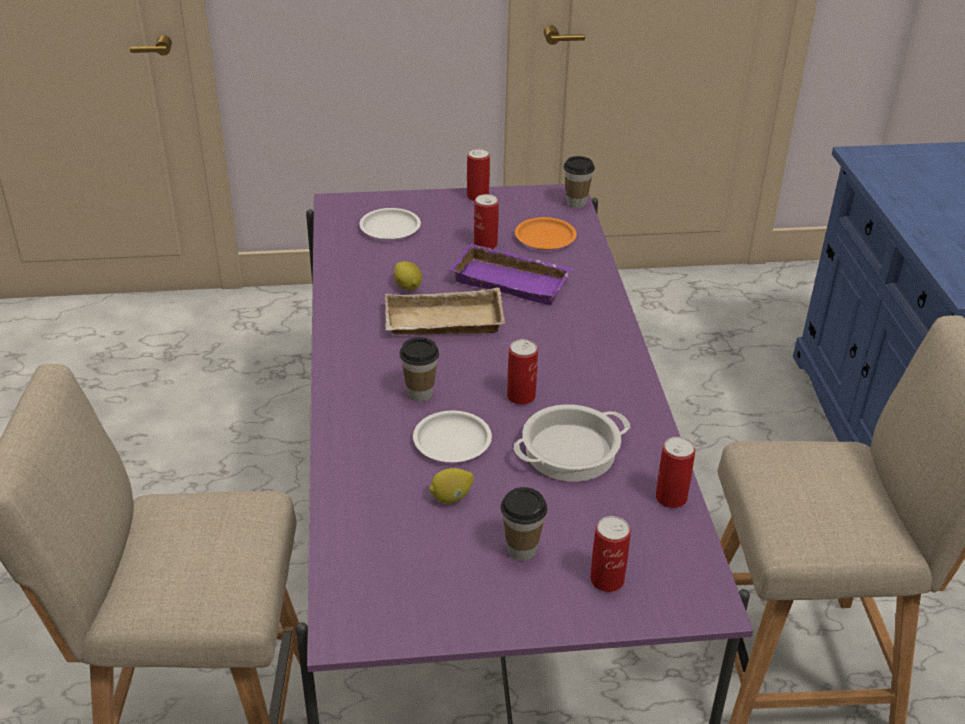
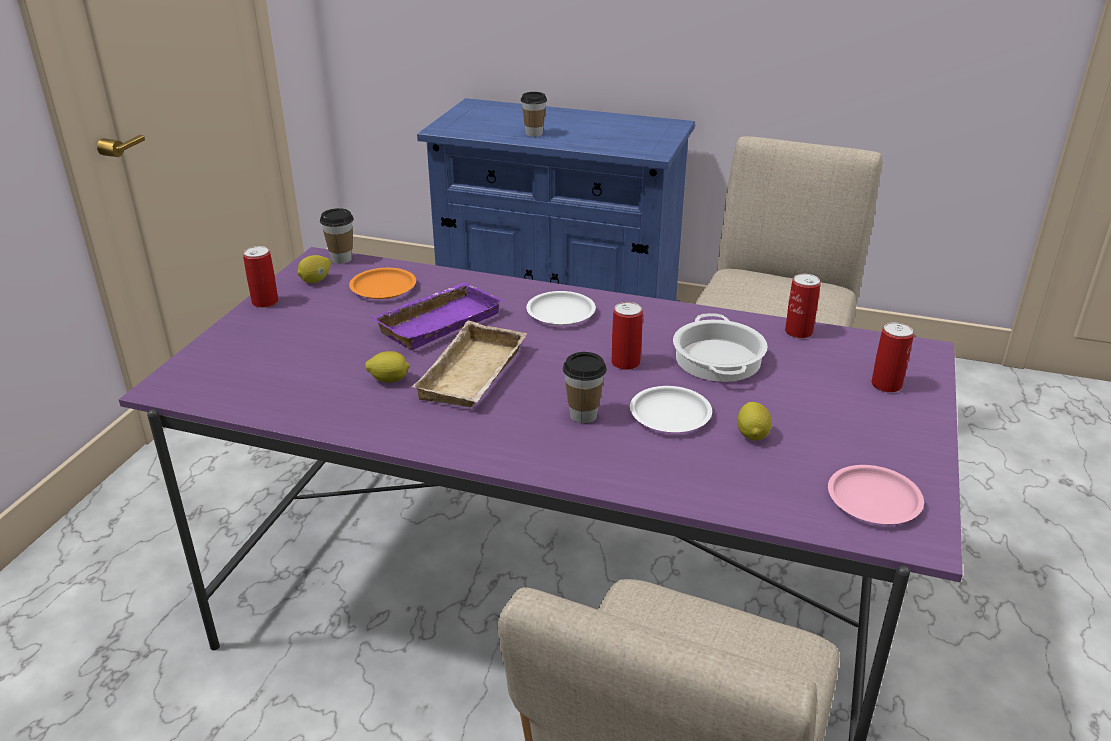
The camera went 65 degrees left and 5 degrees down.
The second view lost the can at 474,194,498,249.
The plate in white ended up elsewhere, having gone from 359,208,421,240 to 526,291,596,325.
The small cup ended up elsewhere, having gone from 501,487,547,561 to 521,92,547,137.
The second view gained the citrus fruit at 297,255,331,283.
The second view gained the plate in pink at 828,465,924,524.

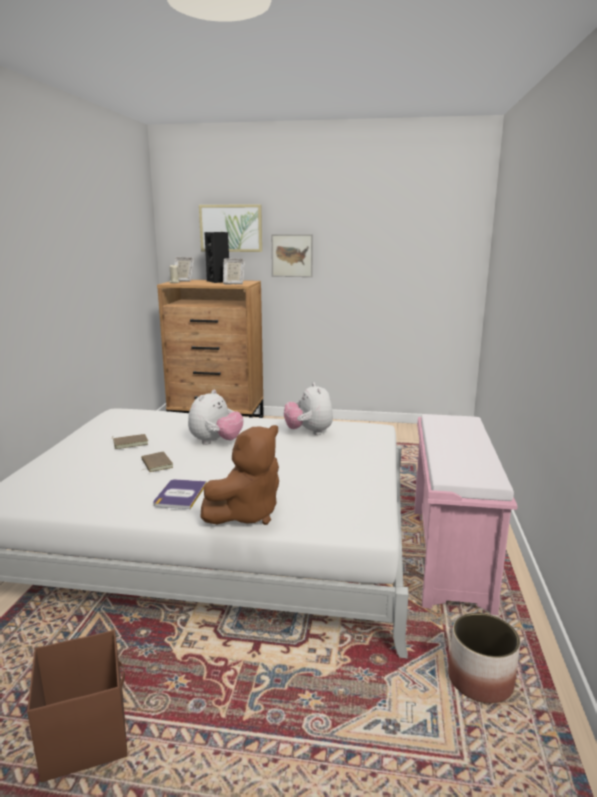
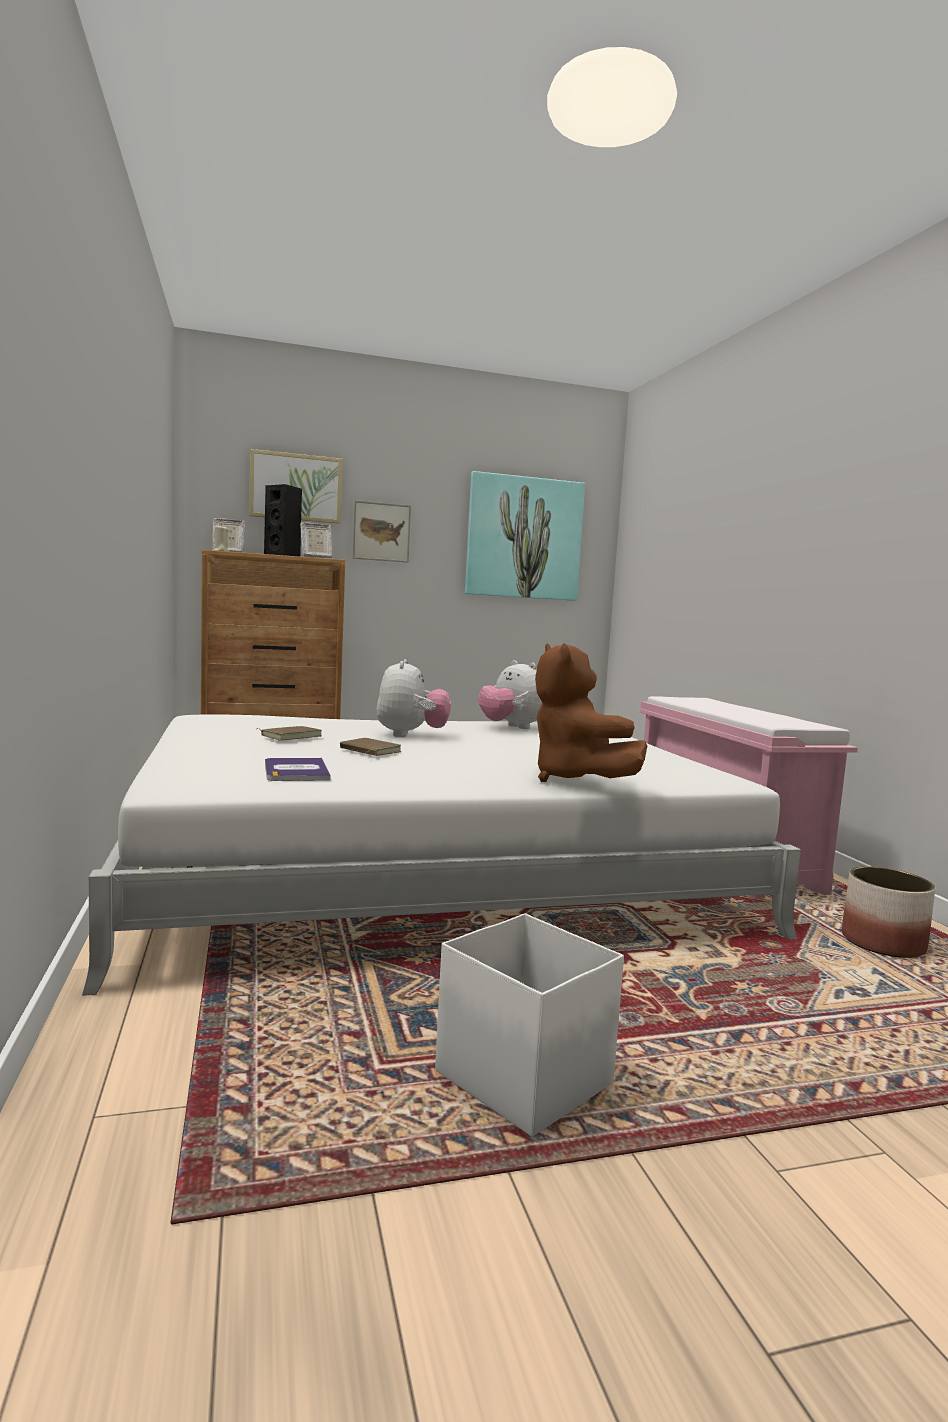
The camera went 25 degrees left and 10 degrees down.
The cuddly toy in brown at 200,425,279,525 ended up facing another way, 135 degrees clockwise from before.
The book ended up elsewhere, having gone from 153,479,207,509 to 265,758,331,781.
What was the storage bin in brown at 27,630,128,782 turned into the storage bin in white at 435,913,624,1137.
The second view gained the wall picture at 465,471,585,601.

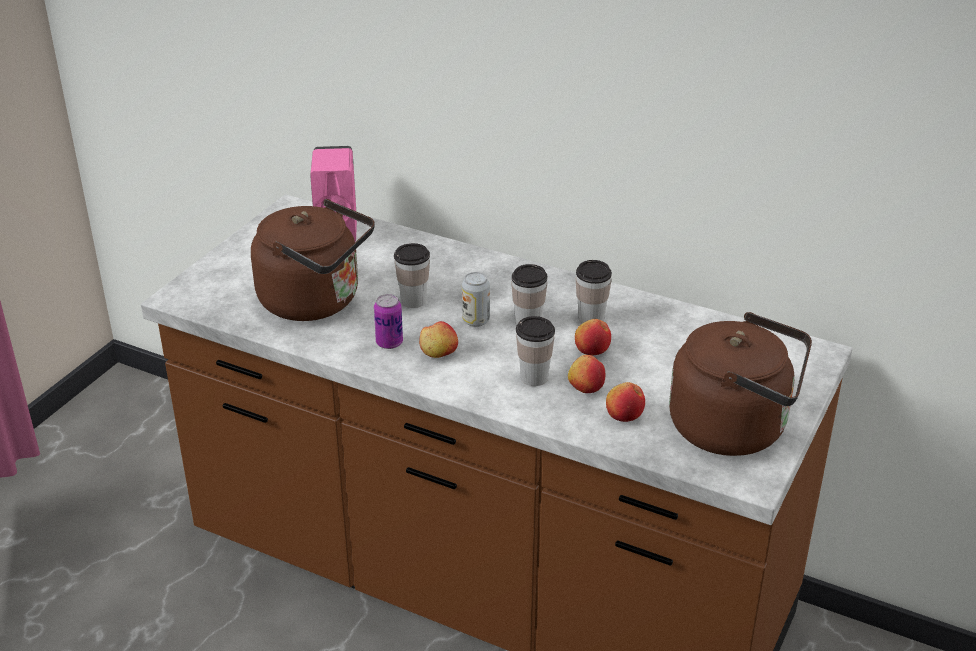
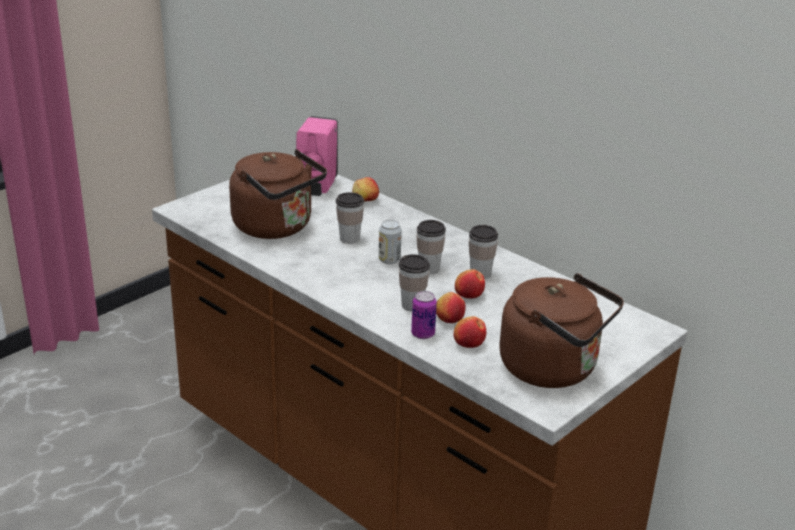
The camera went 15 degrees right and 5 degrees down.
The can ended up elsewhere, having gone from 374,294,403,349 to 411,291,437,339.
The apple fruit ended up elsewhere, having gone from 419,321,458,358 to 352,177,379,202.

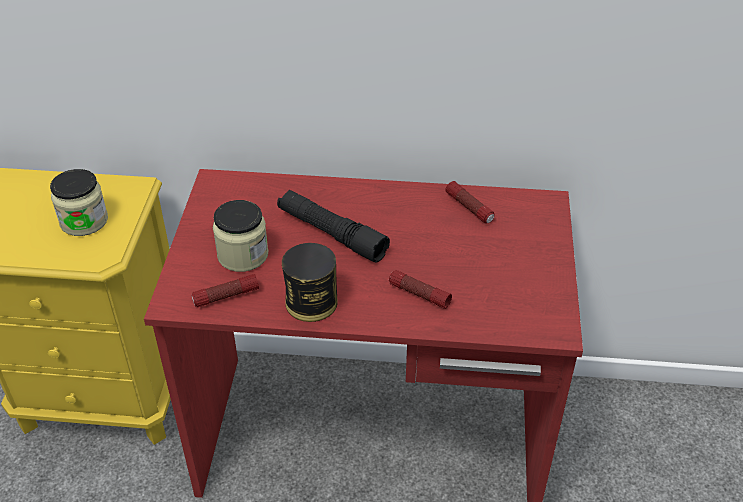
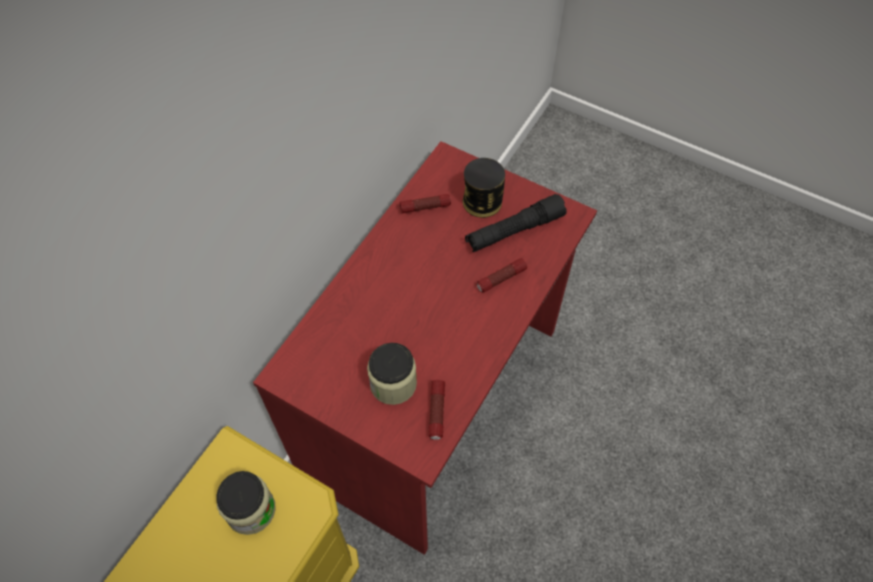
The camera went 65 degrees left and 15 degrees up.
The flashlight in black ended up elsewhere, having gone from 277,190,390,263 to 465,194,567,252.
The can ended up elsewhere, having gone from 282,243,338,322 to 463,158,505,218.

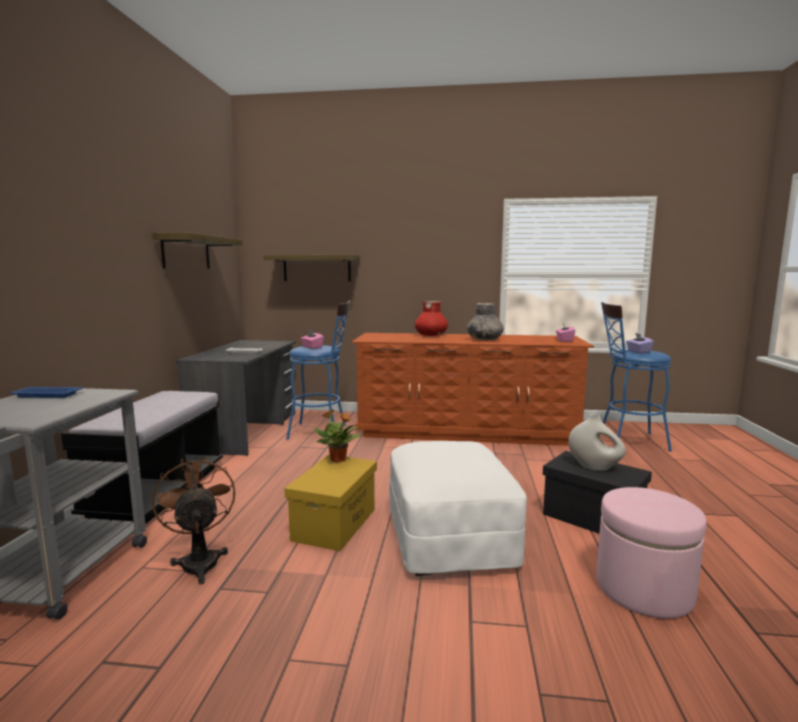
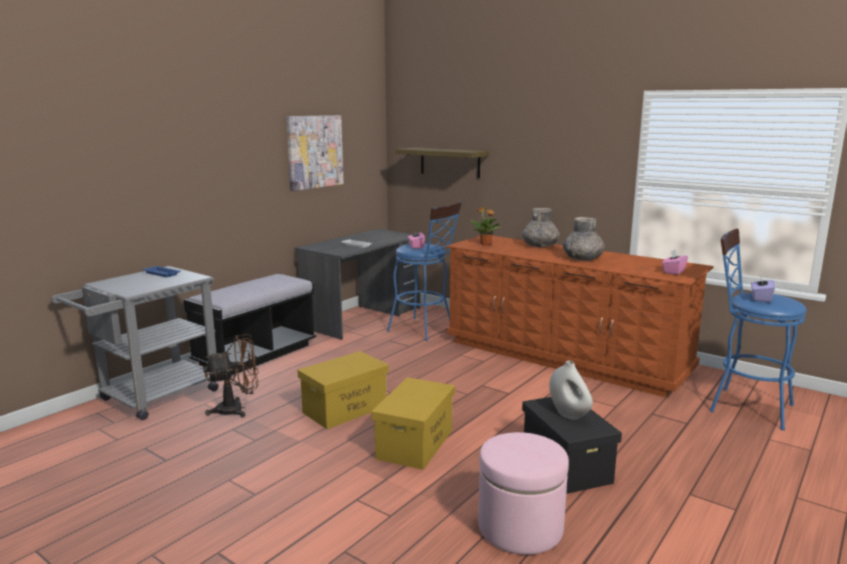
The camera went 30 degrees right and 5 degrees up.
Where the wall shelf hung at 152,233,243,269, the wall picture came to hang at 286,115,344,191.
What was the decorative vase in red at 415,301,448,336 turned into the decorative vase in greyish at 522,208,560,247.
The houseplant ended up elsewhere, having gone from 314,409,361,463 to 471,207,503,245.
Where the ottoman in white stood at 389,441,527,576, the storage bin in yellowish came to stand at 371,377,455,470.
The cooling fan in brown at 152,456,235,584 ended up facing another way, 60 degrees clockwise from before.

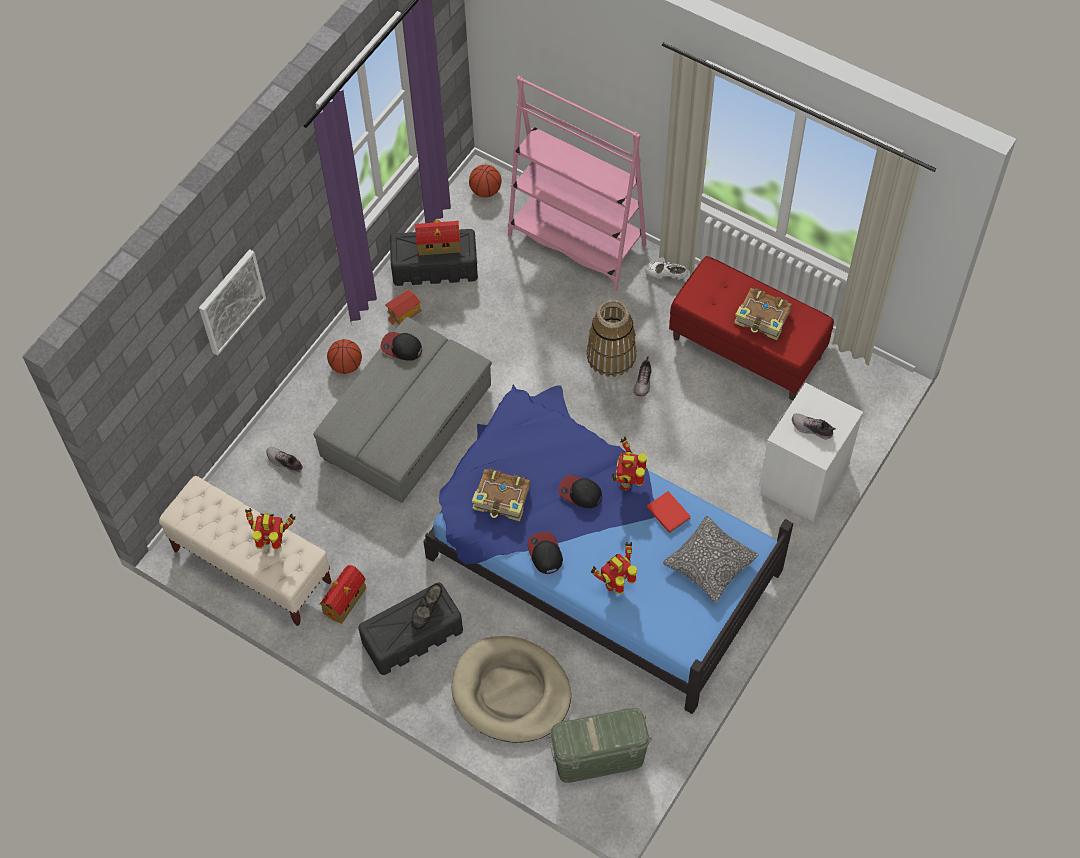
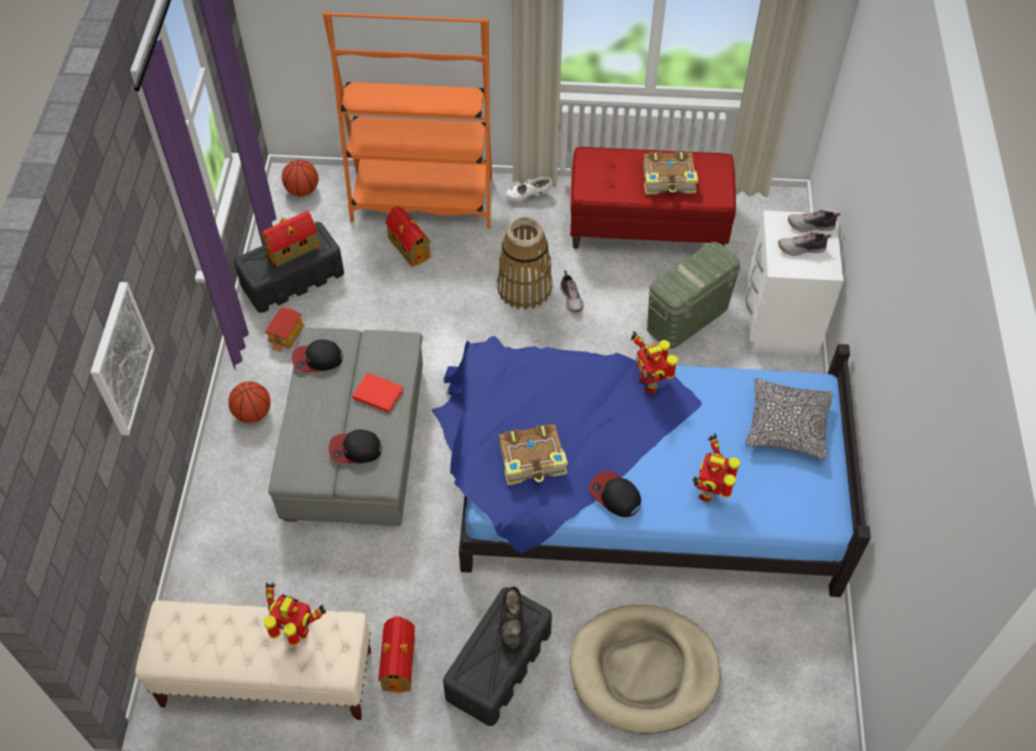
The camera went 30 degrees left and 5 degrees down.
What was the shelving unit in pink at 508,76,647,291 turned into the shelving unit in orange at 323,11,492,229.
The item of footwear ended up elsewhere, having gone from 266,447,303,474 to 788,210,841,232.
The cap ended up elsewhere, having gone from 558,475,602,508 to 329,430,382,463.
The book in red ended up elsewhere, having gone from 647,491,691,533 to 352,373,404,413.
The robot figure at 245,508,296,550 ended up facing another way, 45 degrees clockwise from before.
The storage bin in greenish ended up elsewhere, having gone from 548,708,652,783 to 647,242,740,349.
The second view gained the toy house at 385,206,431,267.

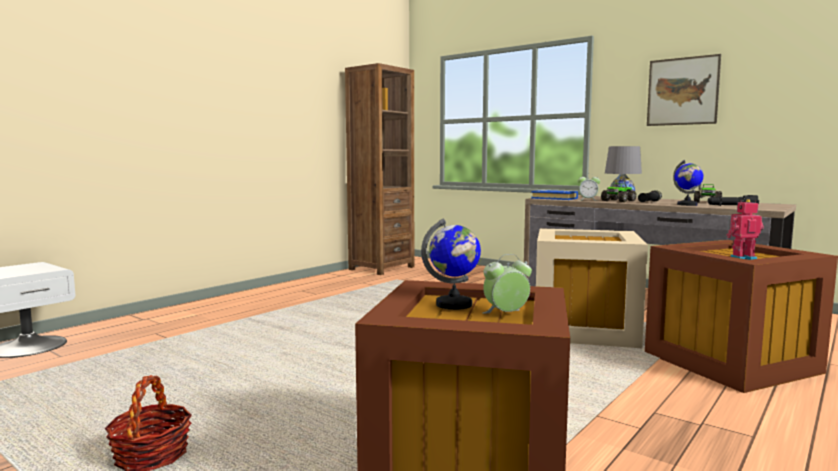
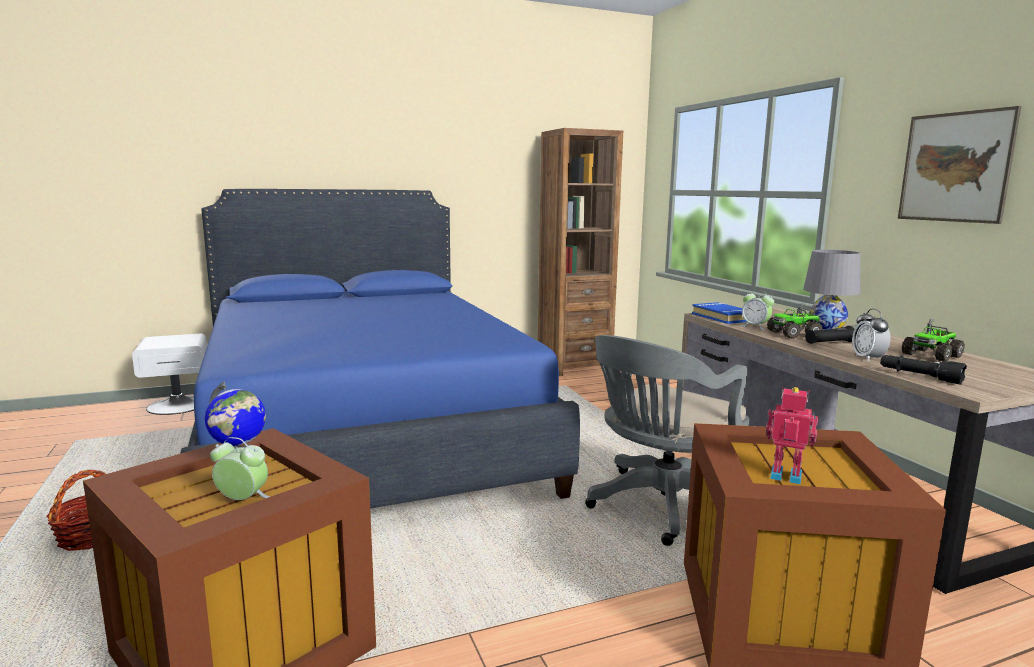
The camera went 30 degrees right and 5 degrees up.
Where the desk globe stood at 673,160,704,206, the bedside clock came to stand at 852,309,891,362.
Where the storage bin in beige stood at 536,228,648,348, the office chair in greyish came to stand at 585,335,749,546.
The second view gained the bedroom bed in blue-coloured at 180,189,580,508.

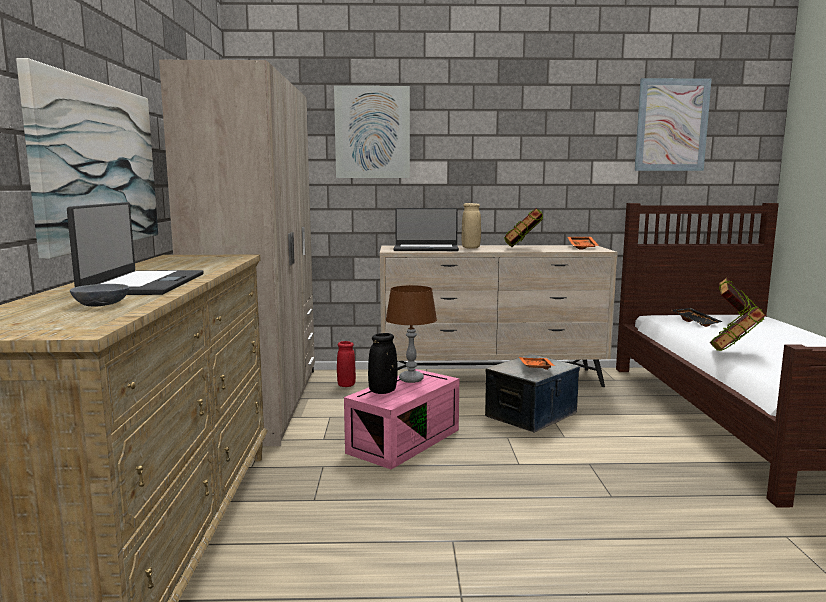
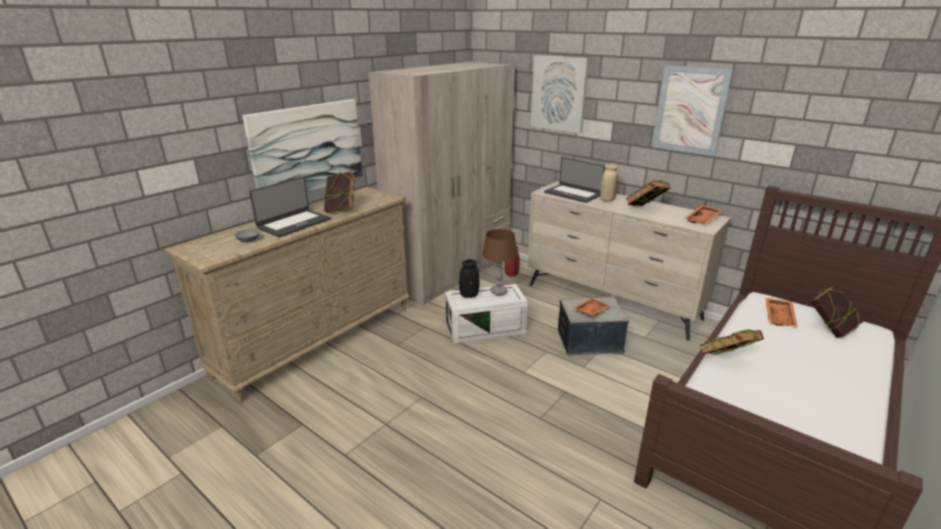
The camera went 40 degrees right and 15 degrees up.
The wall picture ended up elsewhere, having gone from 634,78,712,171 to 652,65,733,156.
What was the tray in black at 672,308,723,327 turned into the tray in orange at 766,298,798,327.
What was the storage bin in pink at 344,369,459,470 turned into the storage bin in white at 445,284,528,344.
The second view gained the book at 324,172,355,213.

